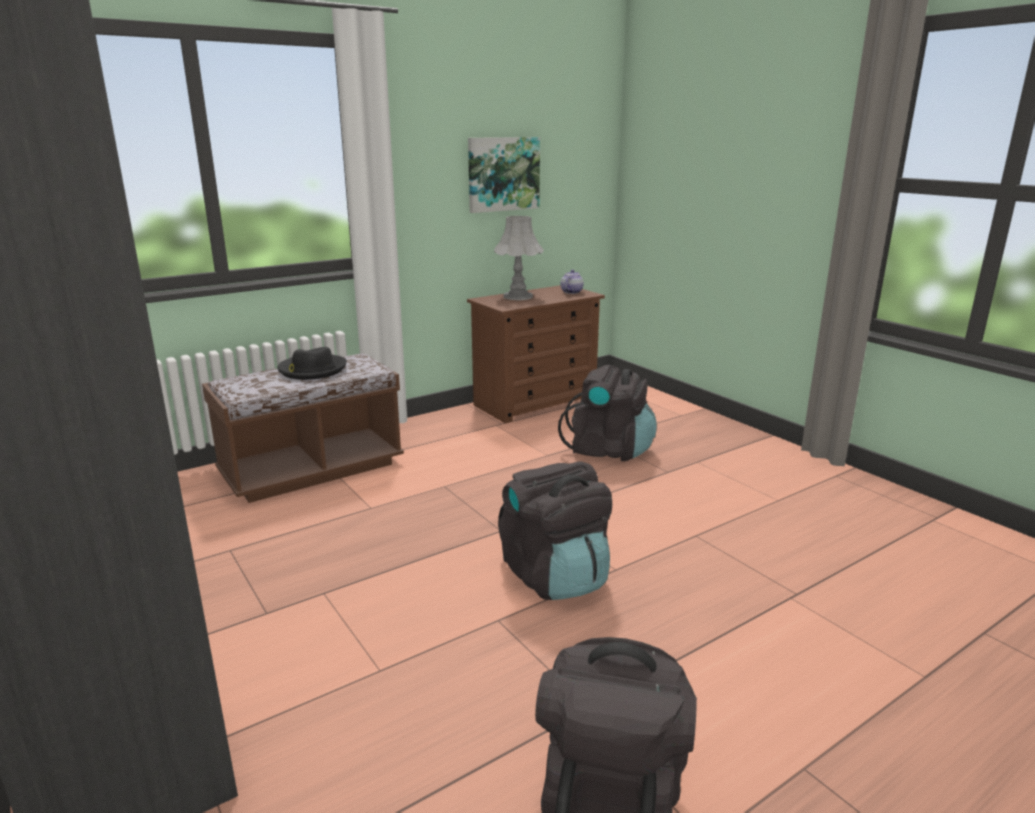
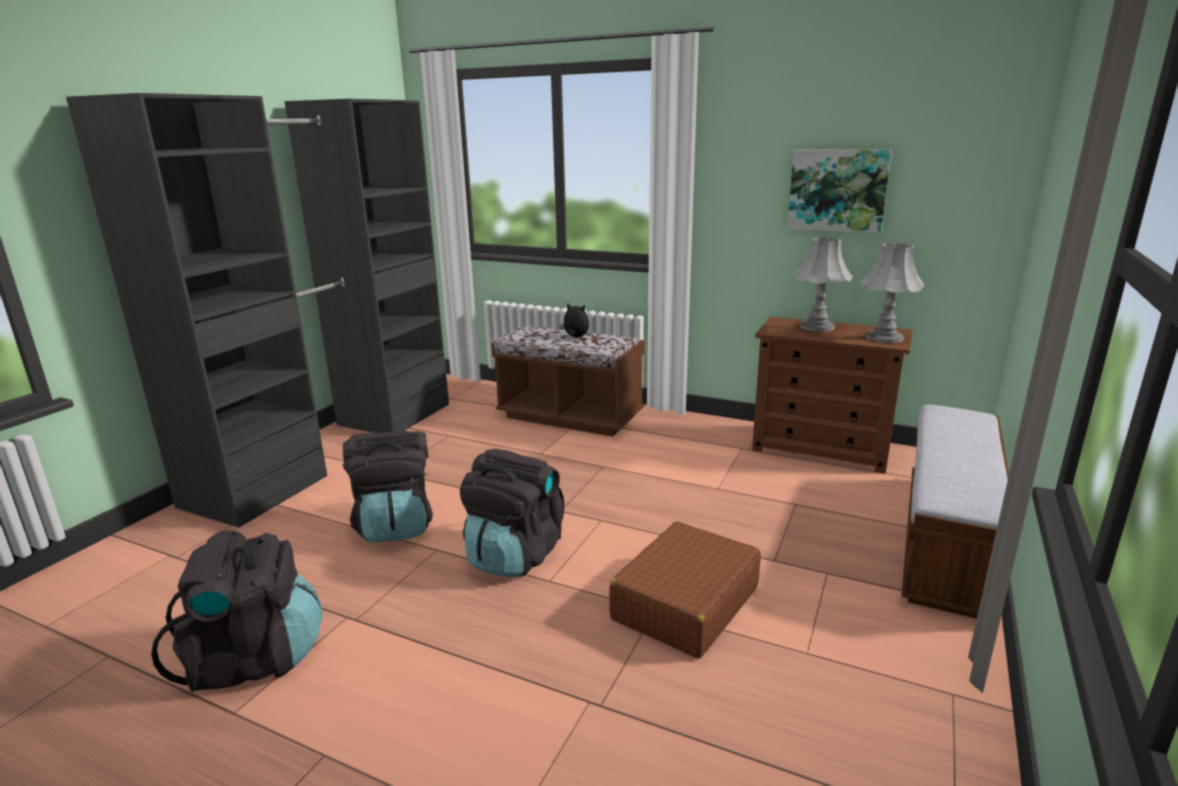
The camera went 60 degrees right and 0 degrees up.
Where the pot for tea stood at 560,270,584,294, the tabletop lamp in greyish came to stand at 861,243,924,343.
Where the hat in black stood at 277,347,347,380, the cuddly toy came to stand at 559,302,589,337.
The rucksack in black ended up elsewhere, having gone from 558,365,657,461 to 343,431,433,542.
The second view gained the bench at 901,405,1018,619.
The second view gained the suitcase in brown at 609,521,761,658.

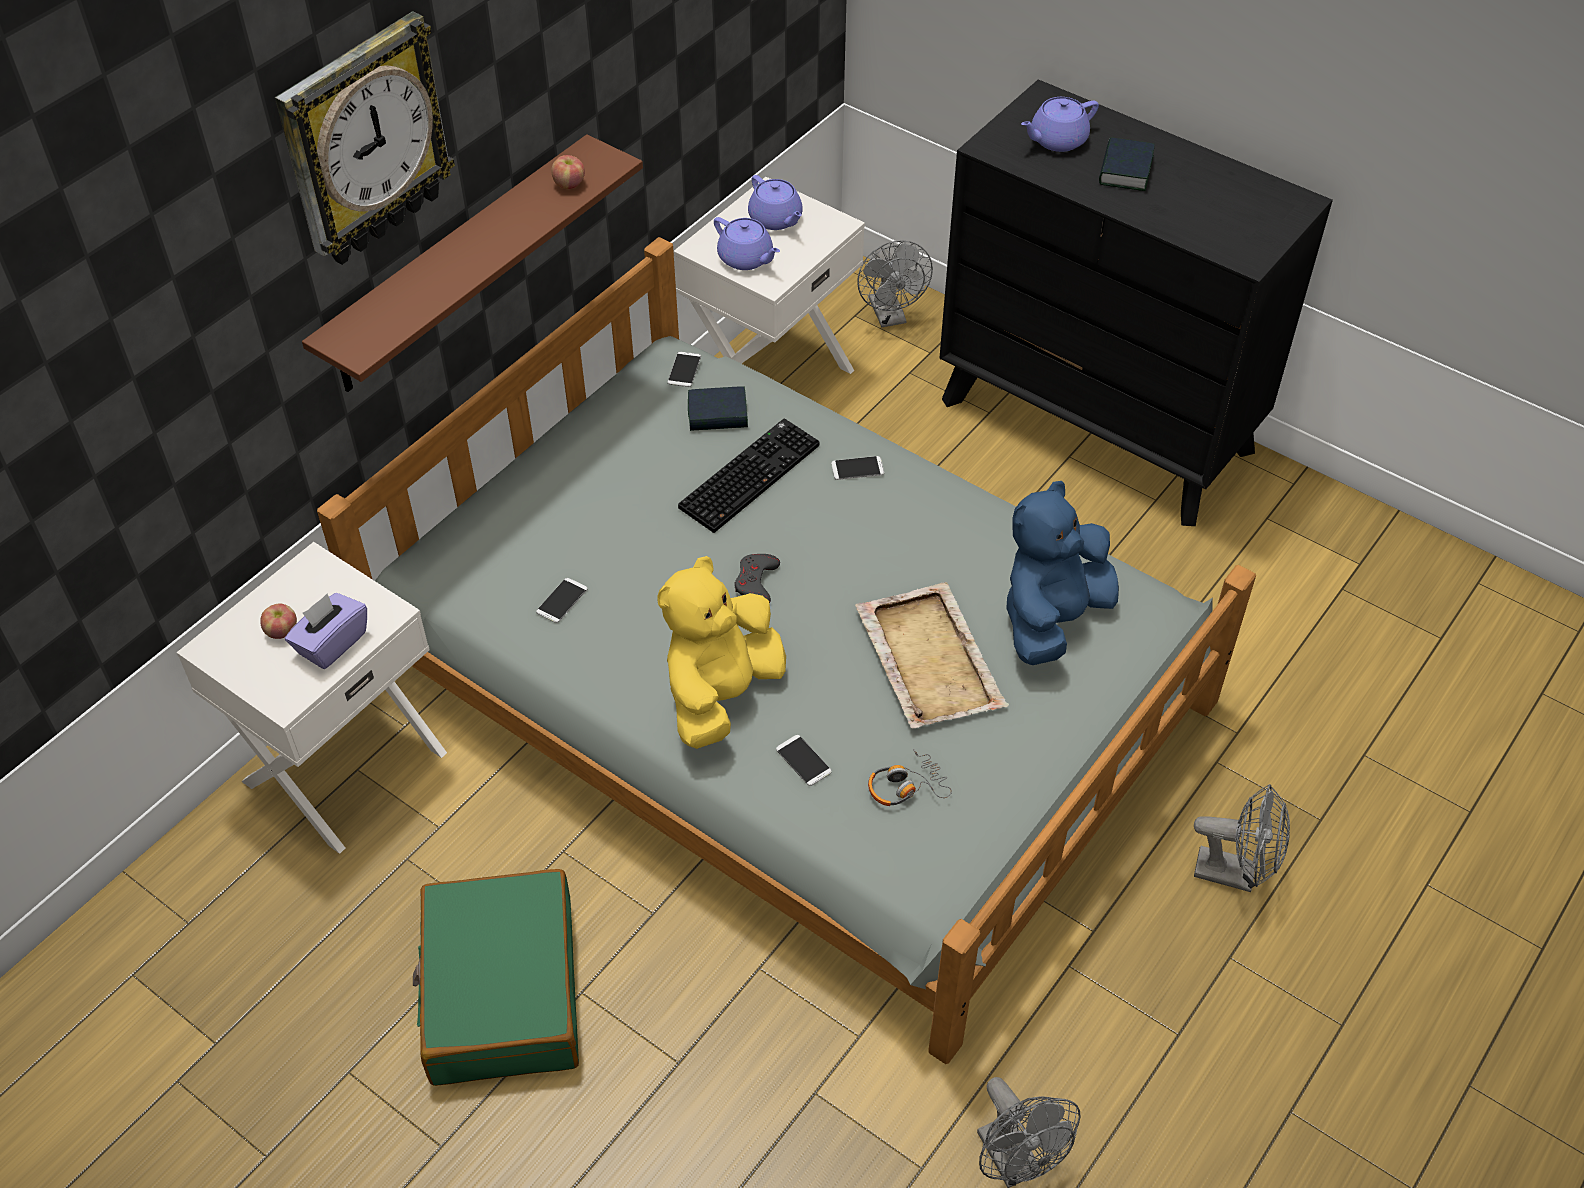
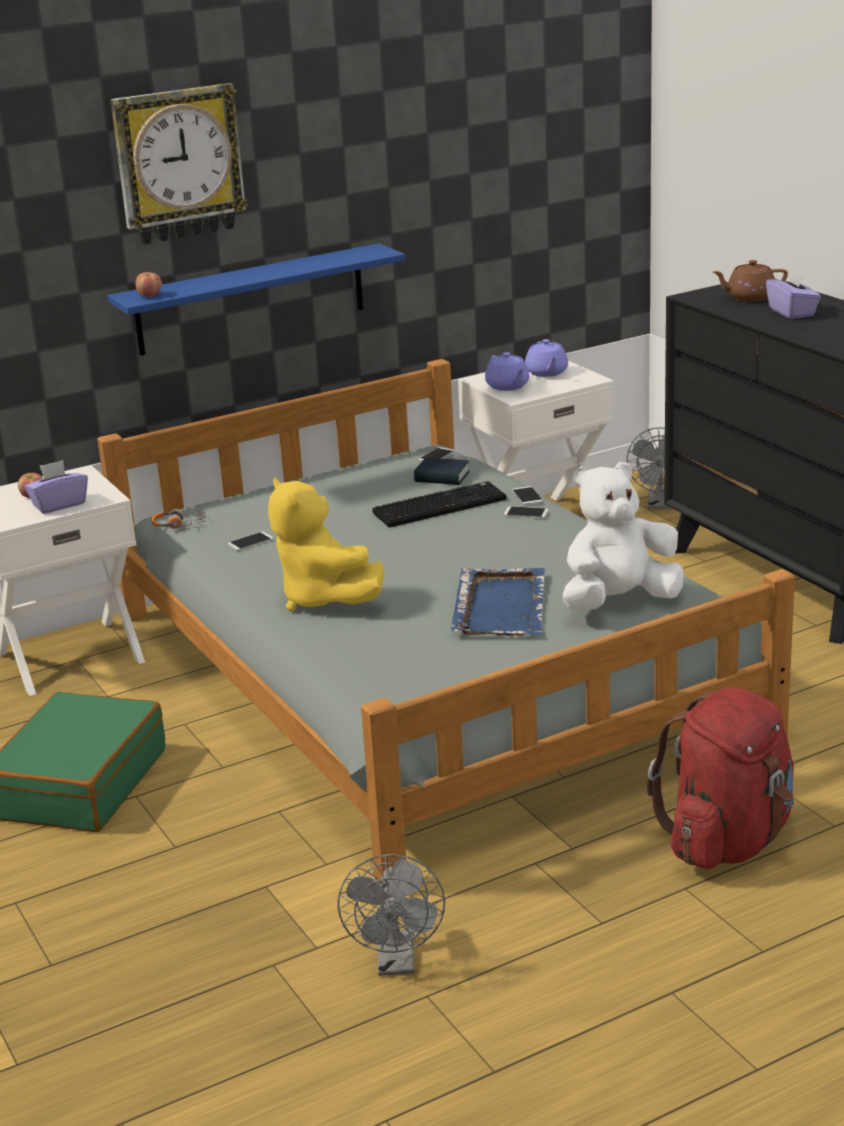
The camera went 25 degrees right and 25 degrees down.
What was the pot for tea in purple-coloured at 1021,97,1099,152 turned into the pot for tea in brown at 713,260,788,302.
What was the wall shelf in brown at 302,134,643,392 turned into the wall shelf in blue-coloured at 107,243,405,356.
Where the book stood at 1099,137,1155,191, the tissue box in purple-coloured came to stand at 766,268,821,319.
The apple fruit ended up elsewhere, having gone from 551,155,585,189 to 135,272,162,297.
What was the cuddly toy in blue-coloured at 1006,481,1119,665 turned into the cuddly toy in white at 563,462,684,610.
The second view lost the joypad in greyish at 734,554,780,604.
The cuddly toy in yellowish at 657,556,786,749 ended up facing another way, 90 degrees counterclockwise from before.
What was the tray in beige at 855,582,1009,729 turned into the tray in blue-coloured at 451,568,545,636.
The telephone ended up elsewhere, having gone from 776,735,832,786 to 512,486,543,505.
The pair of headphones ended up elsewhere, having gone from 868,749,952,806 to 152,509,206,529.
Where the cooling fan in greyish stood at 1194,784,1290,892, the rucksack in red came to stand at 647,688,794,869.

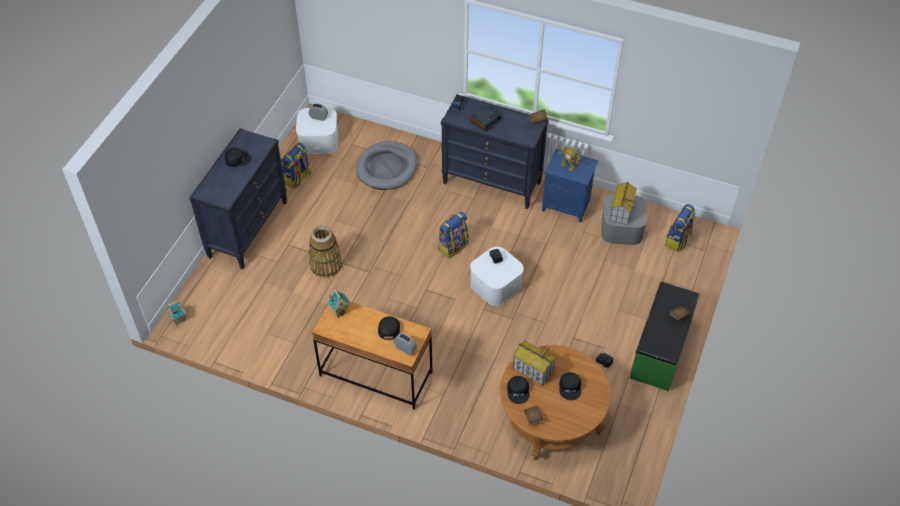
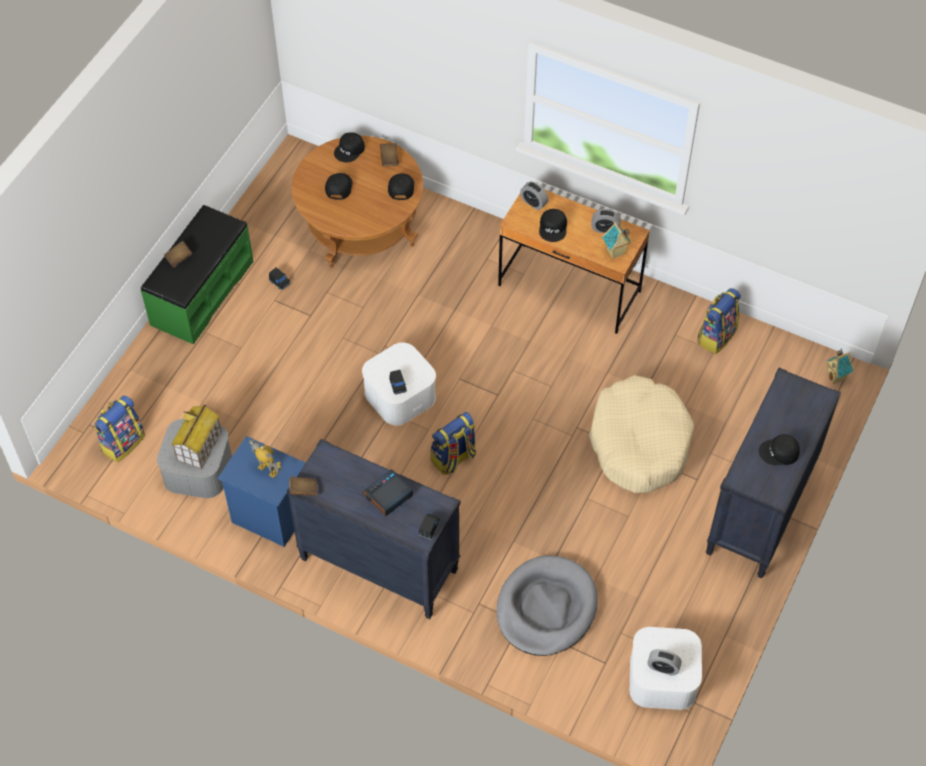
The camera went 175 degrees left and 5 degrees up.
The rucksack ended up elsewhere, having gone from 281,143,311,189 to 697,288,741,354.
Where the household basket stood at 309,225,342,278, the dog cushion in beige came to stand at 589,375,694,493.
The second view lost the toy house at 513,341,556,386.
The second view gained the cap in black at 334,132,365,162.
The second view gained the bedside clock at 591,209,621,233.

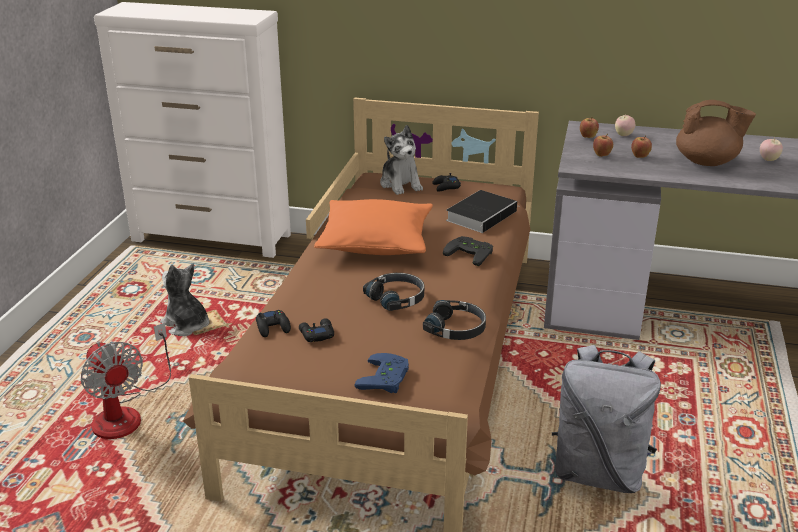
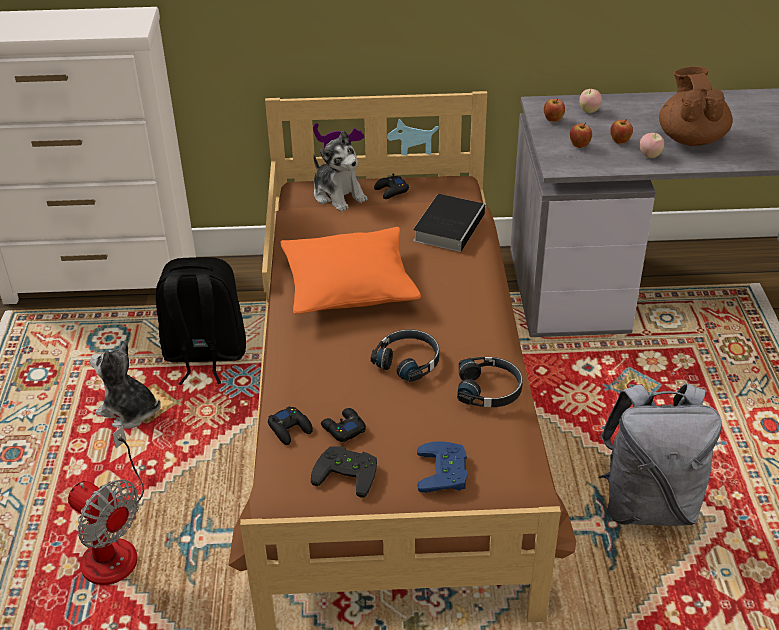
The camera went 15 degrees left and 10 degrees up.
The pot for tea in brown at 676,100,756,166 ended up facing another way, 90 degrees counterclockwise from before.
The apple fruit ended up elsewhere, having gone from 760,139,783,161 to 640,133,664,158.
The joypad in black ended up elsewhere, having gone from 443,236,493,266 to 311,447,377,498.
The second view gained the rucksack in black at 156,257,246,385.

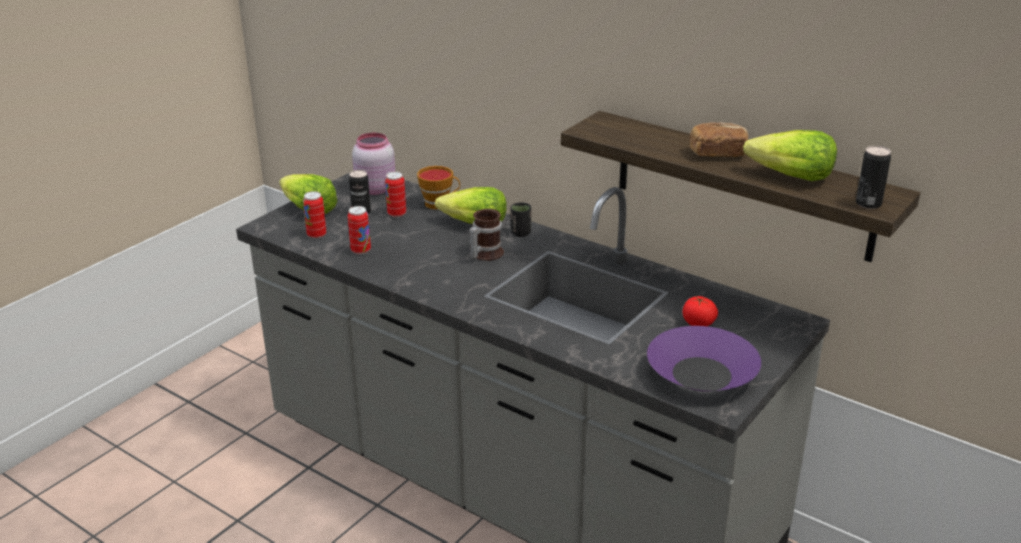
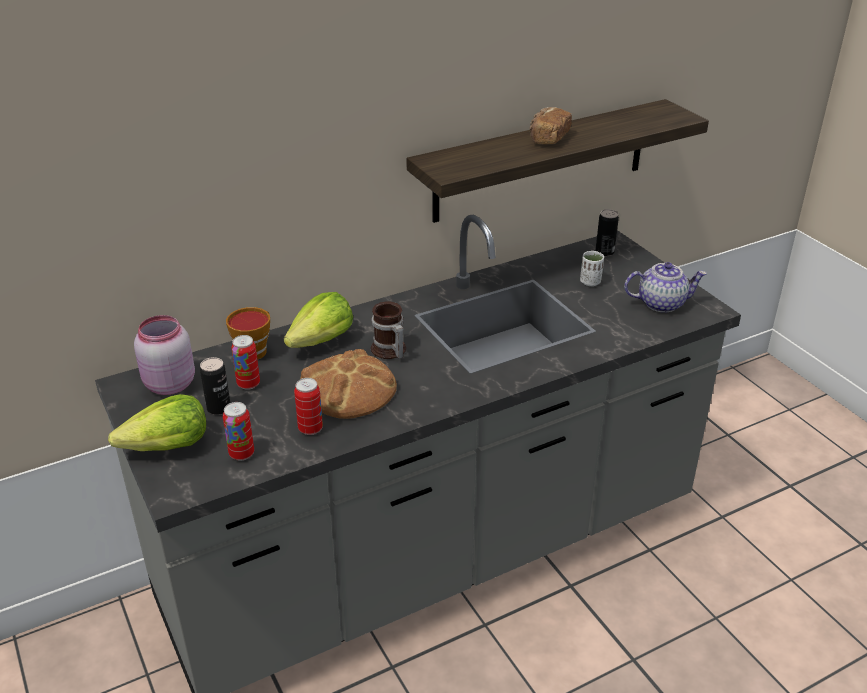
The camera went 65 degrees left and 5 degrees up.
The second view lost the lettuce at 743,130,837,181.
The can ended up elsewhere, having gone from 856,146,891,209 to 595,209,619,256.
The second view lost the small cup in black at 511,202,531,237.
Where the fresh tomato stood at 683,296,718,326, the small cup in white came to stand at 580,251,604,286.
Where the deep dish in purple-coloured stood at 647,326,761,392, the pot for tea came to stand at 624,262,707,313.
The second view gained the bakery bread at 300,349,397,419.

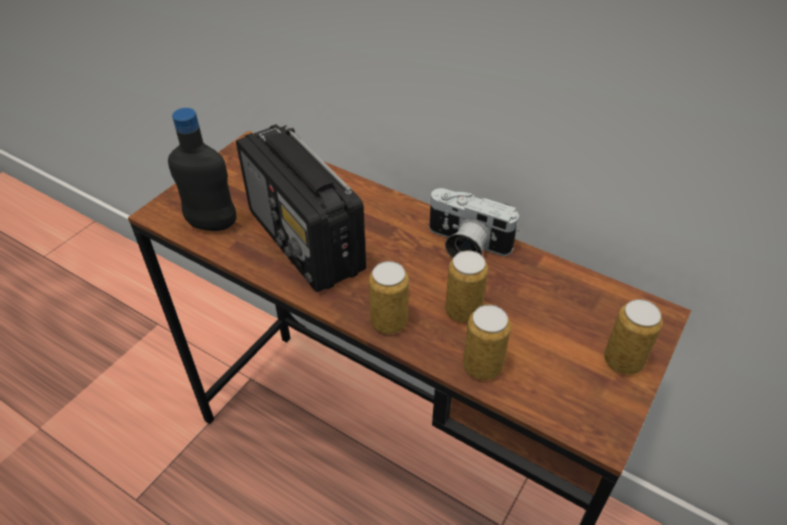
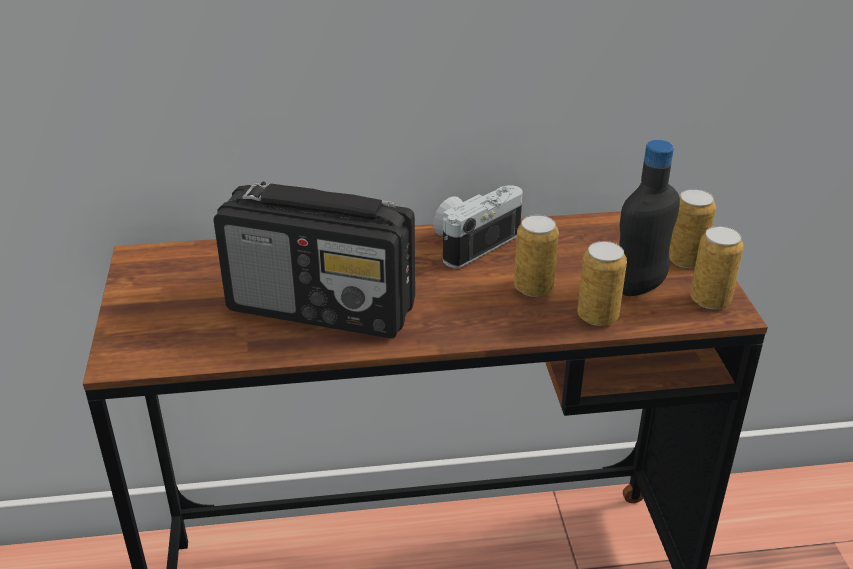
The camera went 40 degrees left and 10 degrees down.
The beverage bottle in black ended up elsewhere, having gone from 168,108,237,231 to 619,140,680,296.
The still camera at 428,188,520,259 ended up facing another way, 150 degrees clockwise from before.
The can ended up elsewhere, having gone from 369,261,409,334 to 690,226,744,309.

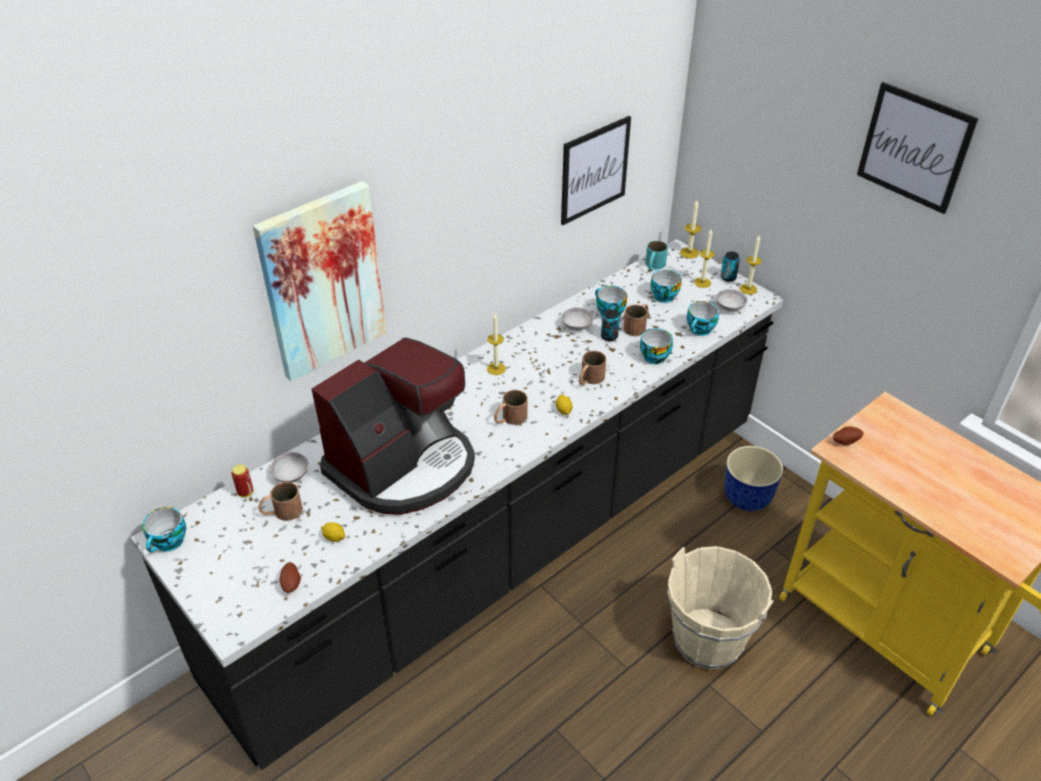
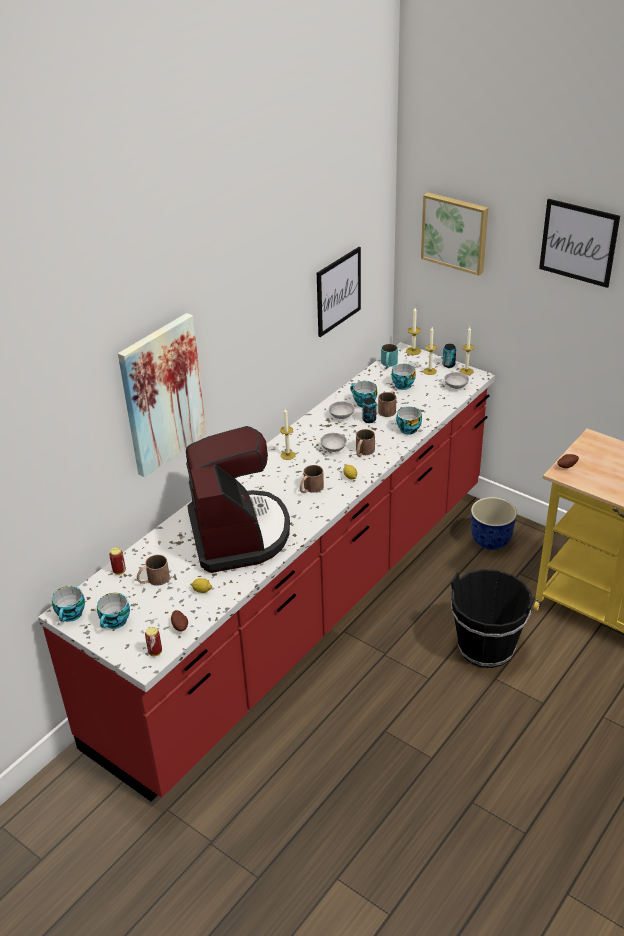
The camera went 10 degrees left and 5 degrees down.
What was the kitchen base unit in black at 131,239,784,770 turned into the kitchen base unit in red at 38,342,495,802.
The small cup ended up elsewhere, having gone from 687,301,719,336 to 97,593,130,629.
The coffee machine at 311,337,475,515 ended up facing another way, 45 degrees counterclockwise from before.
The deep dish in greyish ended up elsewhere, having gone from 271,452,309,483 to 320,433,347,452.
What was the water bucket in beige at 667,546,774,669 turned into the water bucket in black at 451,569,535,668.
The second view gained the wall picture at 421,193,488,276.
The second view gained the can at 145,627,162,656.

